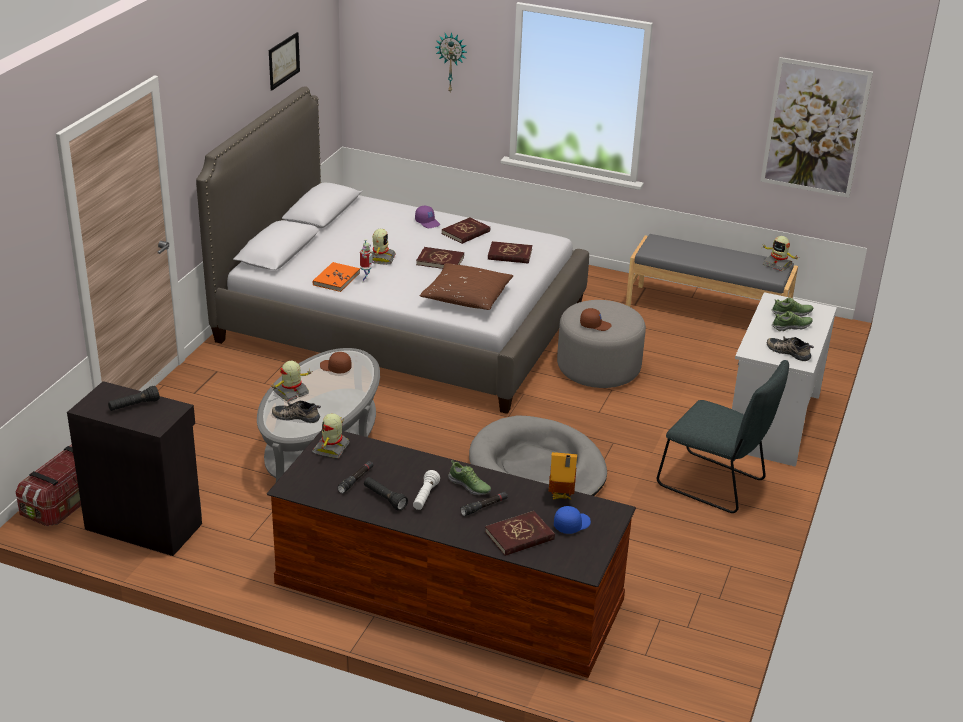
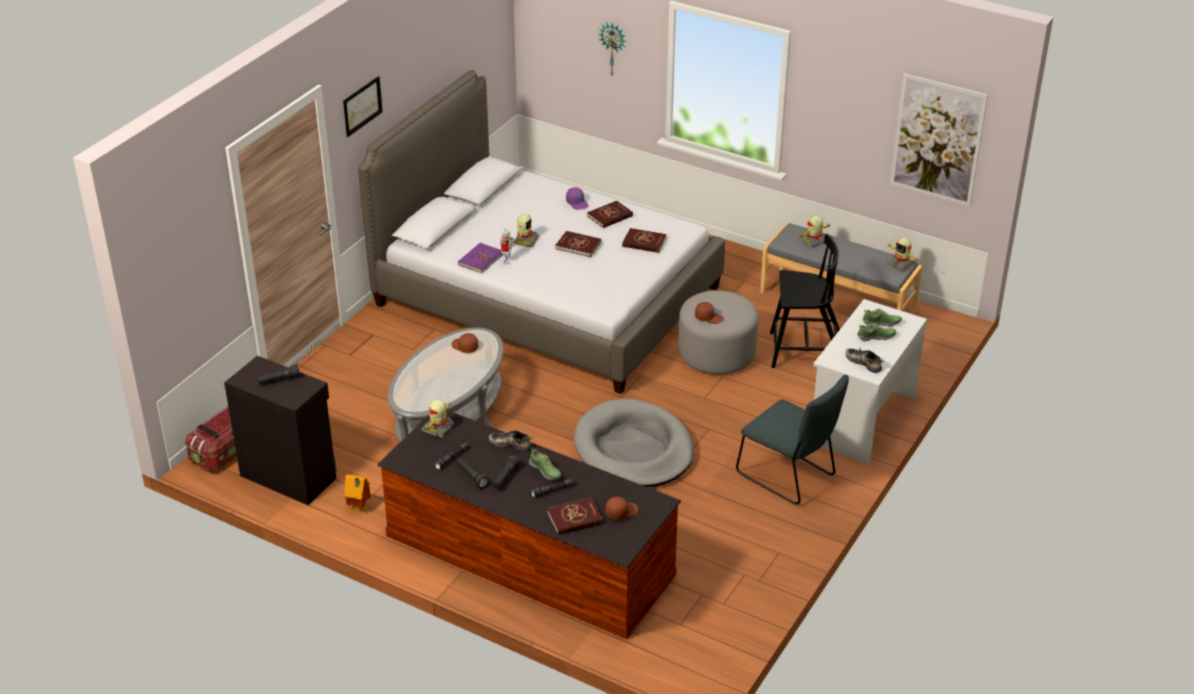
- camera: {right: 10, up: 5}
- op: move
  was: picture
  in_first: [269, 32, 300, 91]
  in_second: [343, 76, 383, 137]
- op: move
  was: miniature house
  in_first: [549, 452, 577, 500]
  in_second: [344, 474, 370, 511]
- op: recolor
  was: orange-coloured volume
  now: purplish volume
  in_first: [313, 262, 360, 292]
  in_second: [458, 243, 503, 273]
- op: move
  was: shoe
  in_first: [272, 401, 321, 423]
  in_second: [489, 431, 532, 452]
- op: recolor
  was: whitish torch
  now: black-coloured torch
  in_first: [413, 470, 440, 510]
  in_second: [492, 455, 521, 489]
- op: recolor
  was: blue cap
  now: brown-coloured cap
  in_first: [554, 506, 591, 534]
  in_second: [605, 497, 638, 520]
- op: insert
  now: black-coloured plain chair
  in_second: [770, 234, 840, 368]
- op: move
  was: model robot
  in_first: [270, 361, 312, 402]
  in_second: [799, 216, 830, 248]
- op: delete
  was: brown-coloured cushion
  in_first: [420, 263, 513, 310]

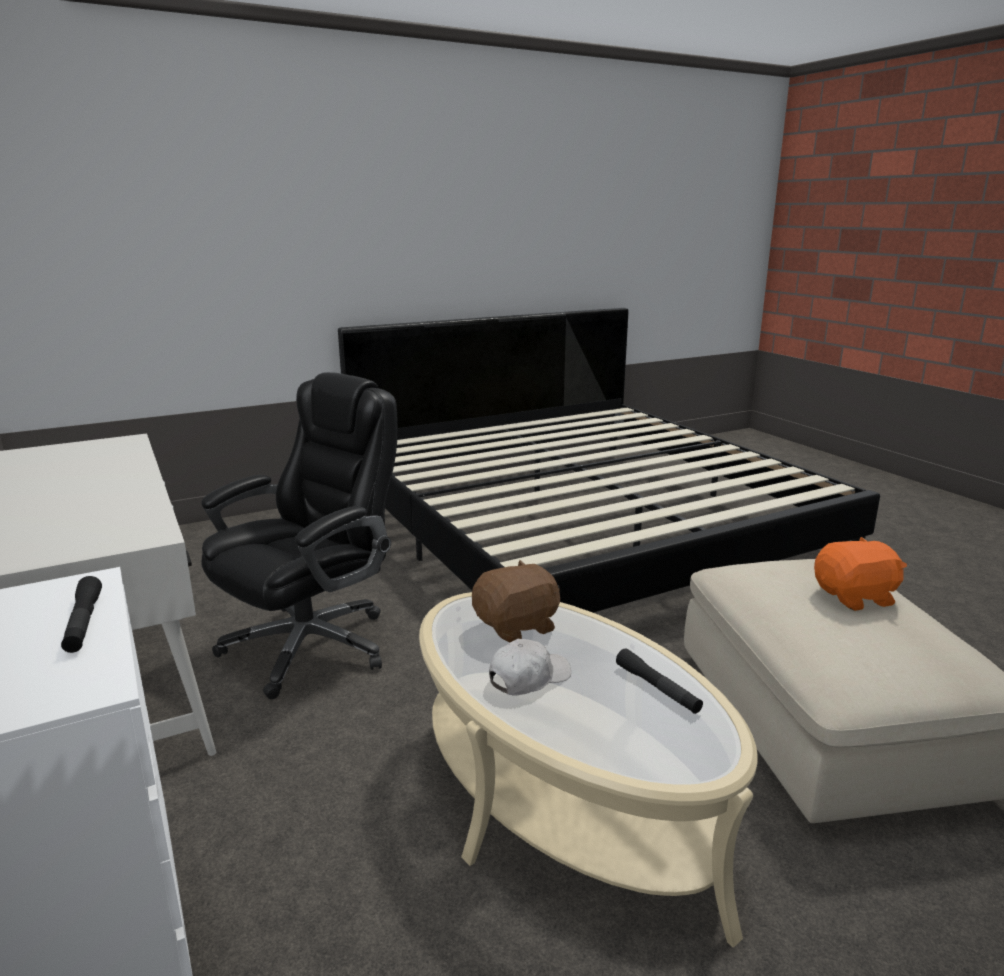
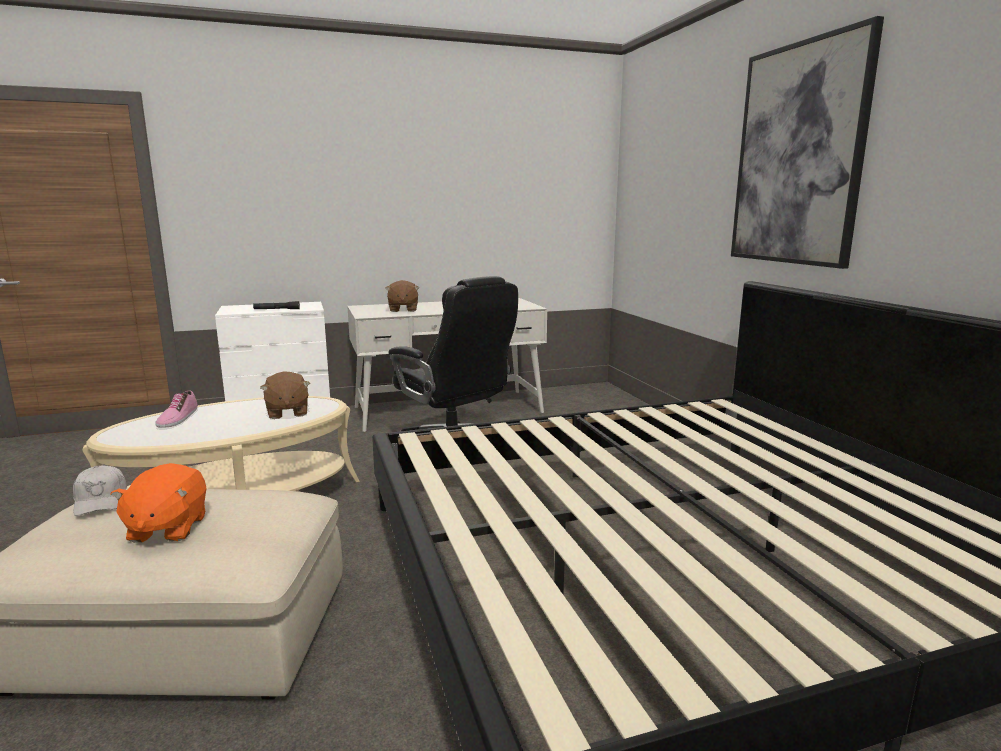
- camera: {right: 100, up: -5}
- op: move
  was: whitish cap
  in_first: [489, 639, 571, 696]
  in_second: [73, 465, 127, 516]
- op: insert
  now: shoe
  in_second: [156, 390, 198, 428]
- op: insert
  now: brown-coloured cuddly toy
  in_second: [385, 280, 419, 312]
- op: insert
  now: picture
  in_second: [731, 16, 884, 269]
- op: delete
  was: black-coloured torch
  in_first: [616, 648, 703, 714]

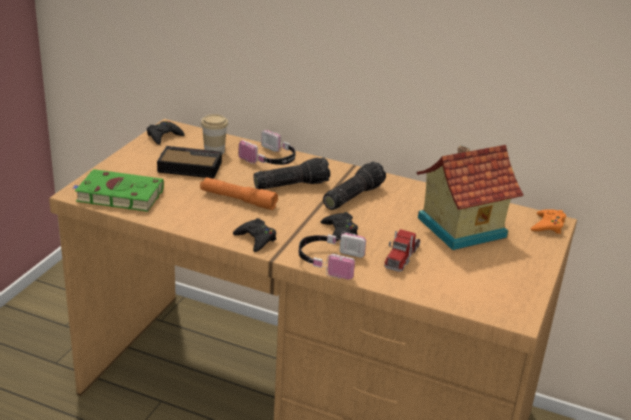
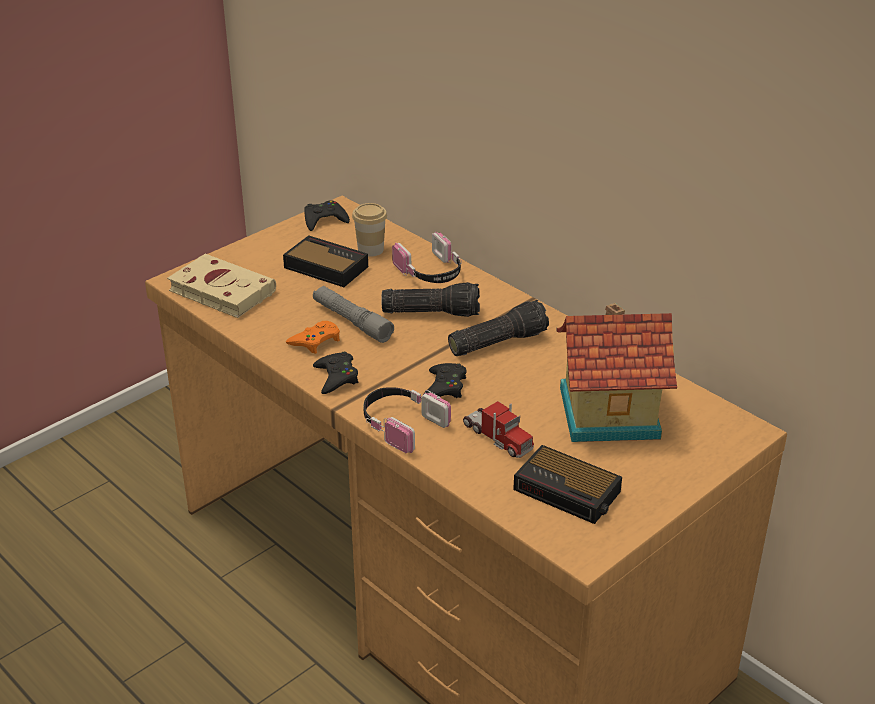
- camera: {right: 25, up: 5}
- op: recolor
  was: green volume
  now: sand-coloured volume
  in_first: [73, 169, 164, 212]
  in_second: [167, 254, 276, 318]
- op: move
  was: orange-coloured game controller
  in_first: [531, 209, 566, 234]
  in_second: [286, 321, 340, 354]
- op: recolor
  was: orange-coloured torch
  now: gray torch
  in_first: [200, 177, 278, 210]
  in_second: [313, 286, 394, 343]
- op: rotate
  was: toy truck
  in_first: [384, 229, 420, 272]
  in_second: [463, 401, 534, 458]
  clockwise: -90
- op: insert
  now: alarm clock
  in_second: [513, 445, 622, 524]

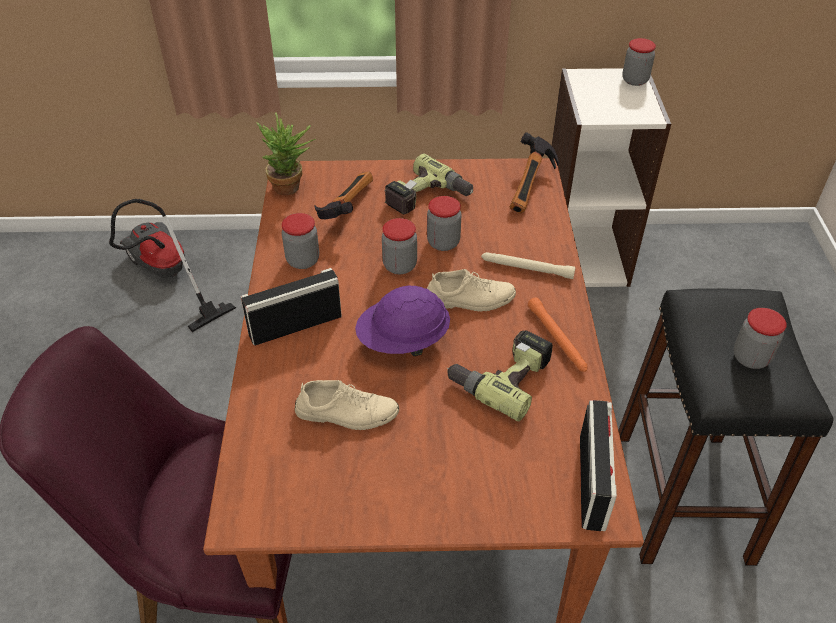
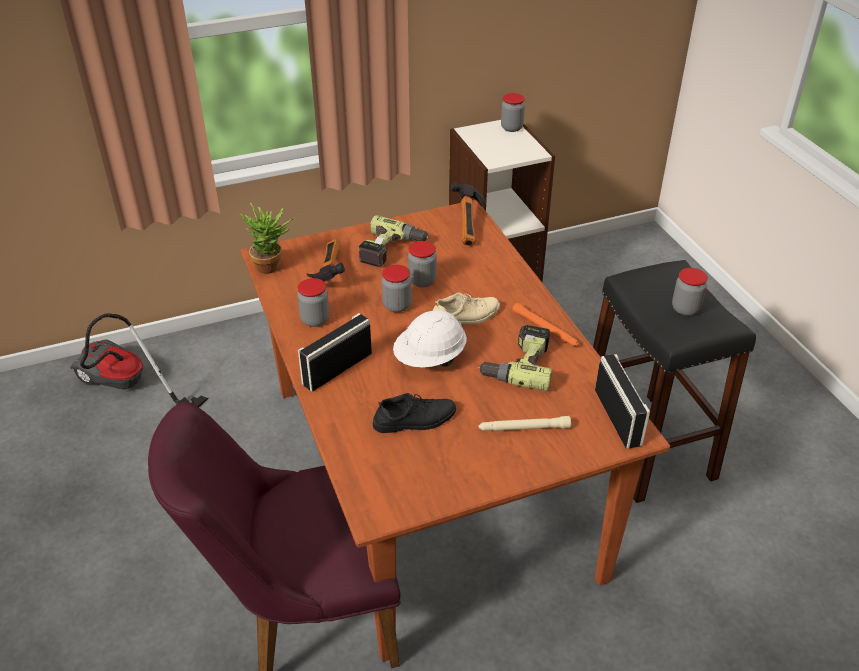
- camera: {right: -20, up: -5}
- op: recolor
  was: sand-coloured shoe
  now: black-coloured shoe
  in_first: [295, 380, 399, 430]
  in_second: [373, 393, 456, 433]
- op: recolor
  was: purplish safety helmet
  now: whitish safety helmet
  in_first: [355, 286, 450, 356]
  in_second: [393, 310, 467, 367]
- op: move
  was: sand-coloured torch
  in_first: [481, 252, 576, 279]
  in_second: [479, 416, 571, 431]

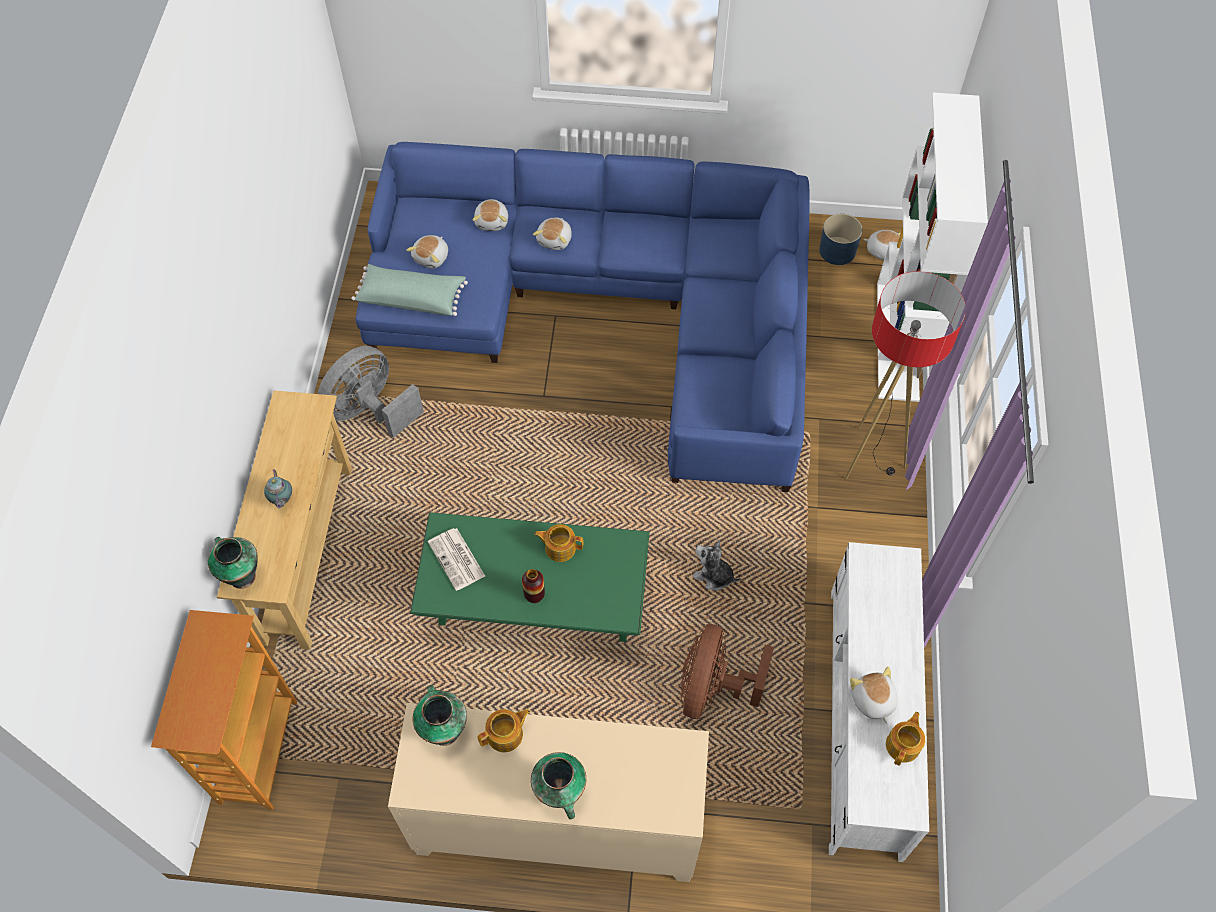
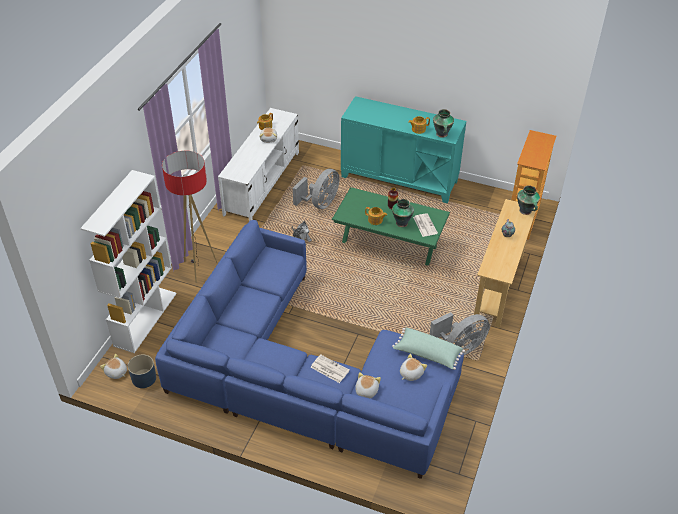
- camera: {right: -165, up: -15}
- op: recolor
  was: brown-coloured electric fan
  now: gray electric fan
  in_first: [681, 624, 774, 719]
  in_second: [293, 169, 340, 209]
- op: replace
  was: cuddly toy
  now: printed paper
  in_first: [533, 217, 572, 250]
  in_second: [311, 355, 350, 383]
- op: recolor
  was: sand-coloured cupboard
  now: blue-green cupboard
  in_first: [388, 703, 709, 882]
  in_second: [341, 96, 466, 203]
- op: move
  was: flower vase
  in_first: [531, 752, 586, 819]
  in_second: [392, 199, 414, 227]

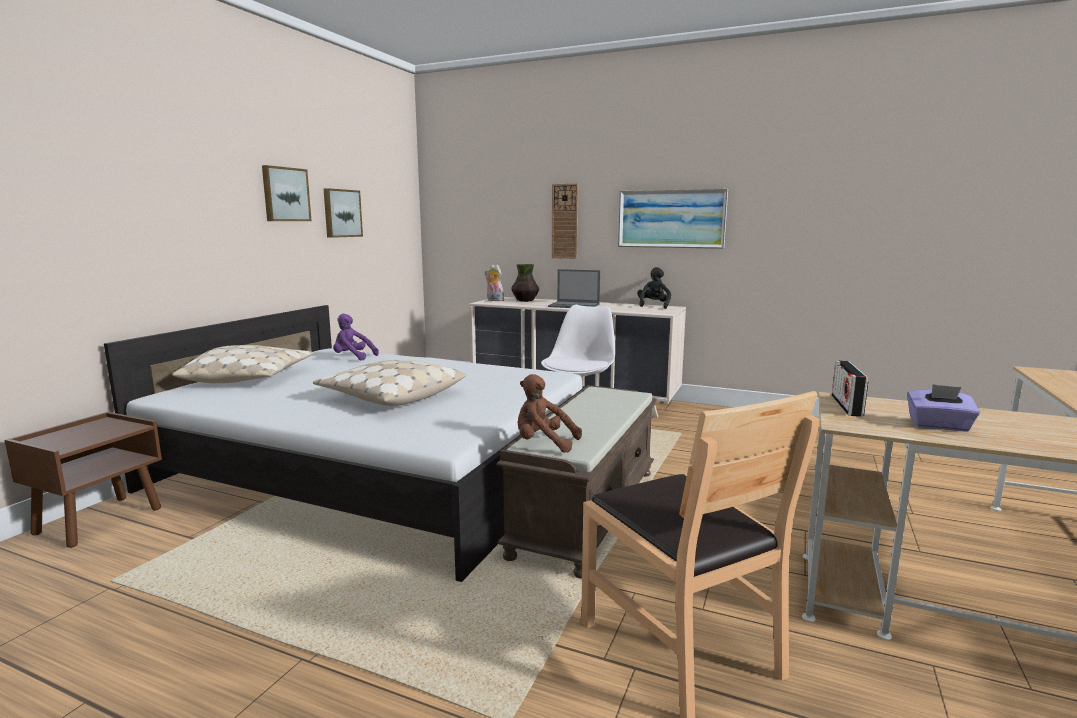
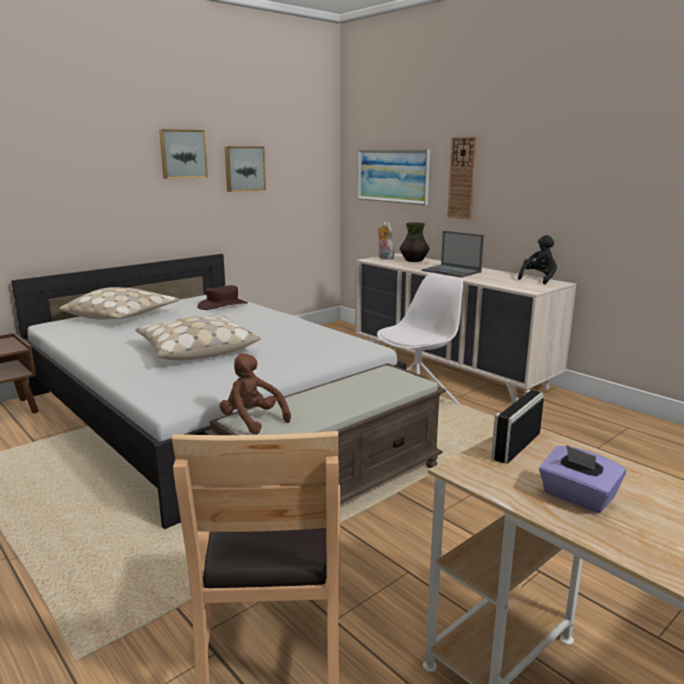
- camera: {right: 25, up: 5}
- op: replace
  was: purplish cuddly toy
  now: brown-coloured clothing hat
  in_first: [333, 314, 379, 360]
  in_second: [197, 285, 248, 310]
- op: move
  was: picture
  in_first: [618, 189, 728, 249]
  in_second: [357, 149, 430, 205]

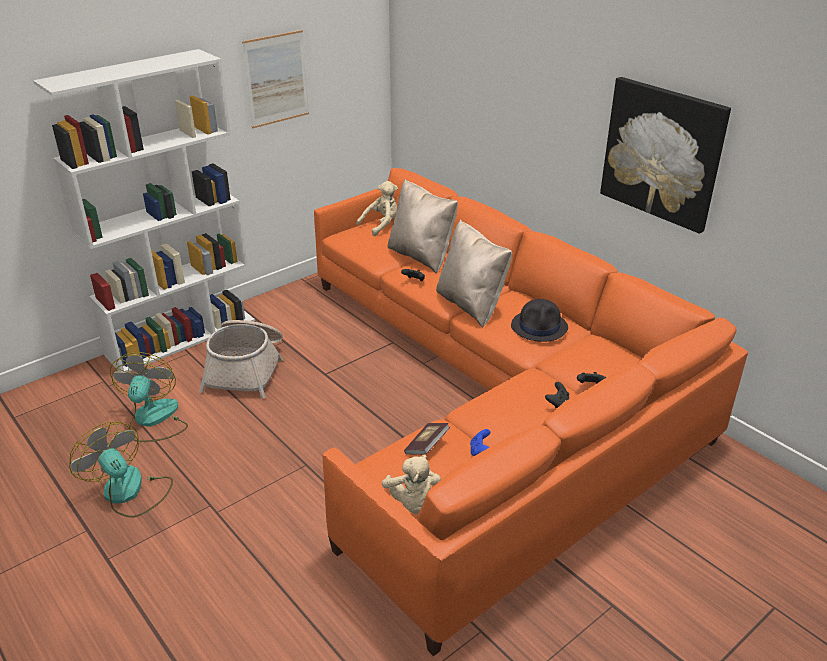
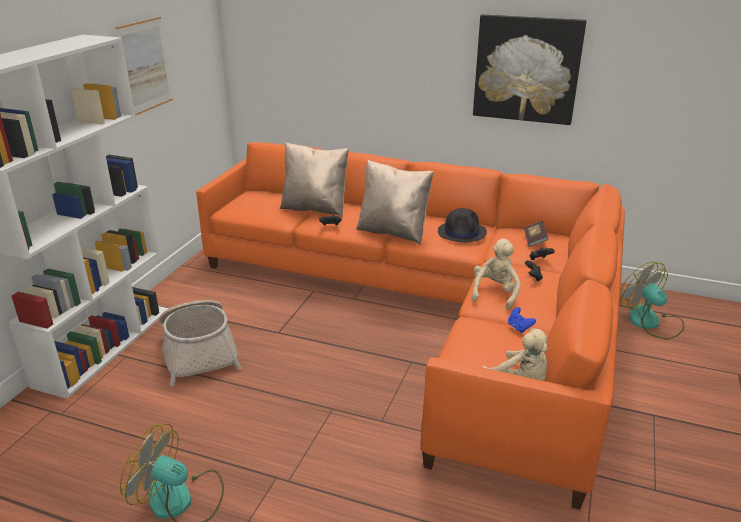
- camera: {right: -30, up: -5}
- op: move
  was: sand-coloured cuddly toy
  in_first: [357, 181, 398, 236]
  in_second: [471, 238, 521, 310]
- op: move
  was: volume
  in_first: [404, 423, 450, 455]
  in_second: [524, 221, 549, 247]
- op: move
  was: electric fan
  in_first: [110, 352, 188, 442]
  in_second: [620, 262, 684, 339]

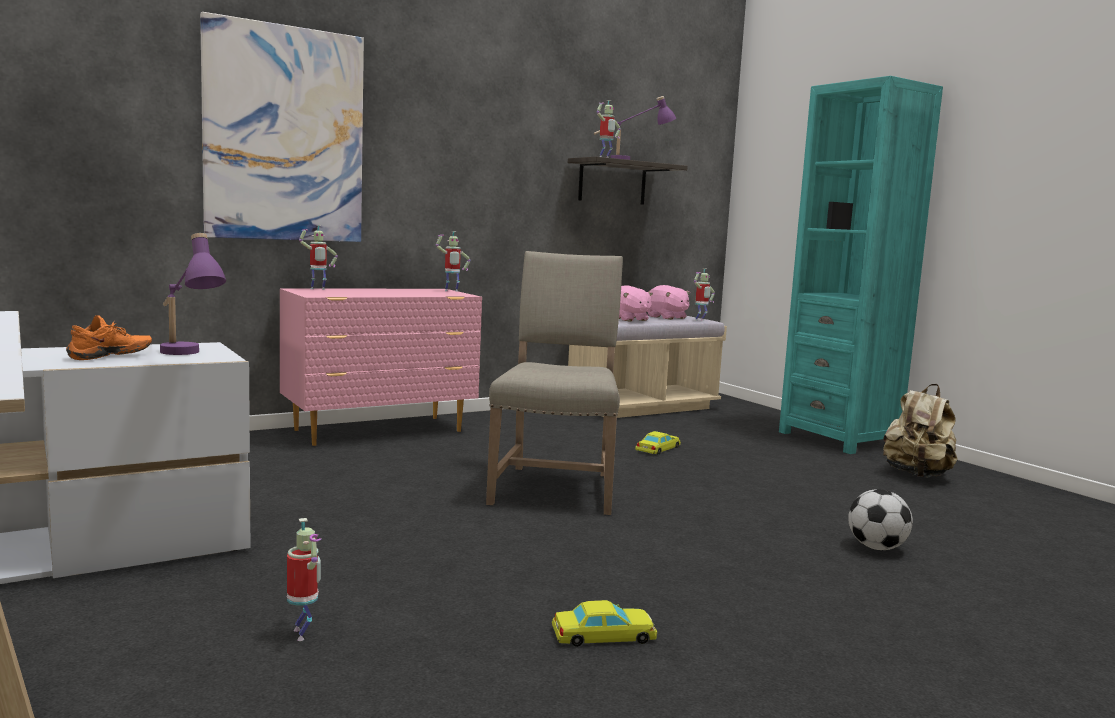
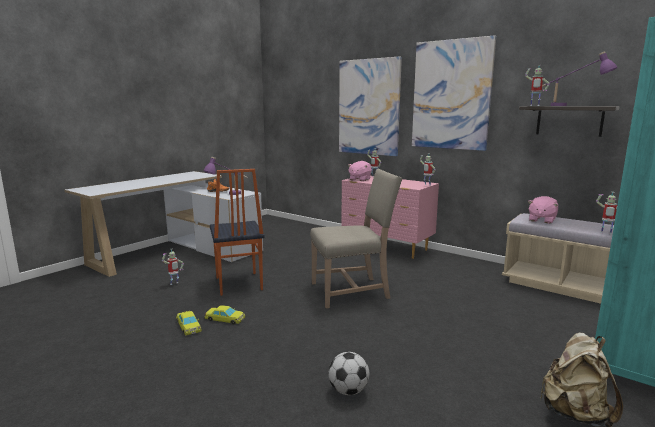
- camera: {right: 70, up: 5}
- op: move
  was: yellow toy car
  in_first: [635, 431, 681, 455]
  in_second: [204, 305, 245, 325]
- op: insert
  now: plain chair
  in_second: [210, 169, 265, 296]
- op: move
  was: pink-coloured cuddly toy
  in_first: [648, 285, 690, 320]
  in_second: [348, 161, 372, 181]
- op: insert
  now: picture
  in_second: [412, 35, 496, 151]

